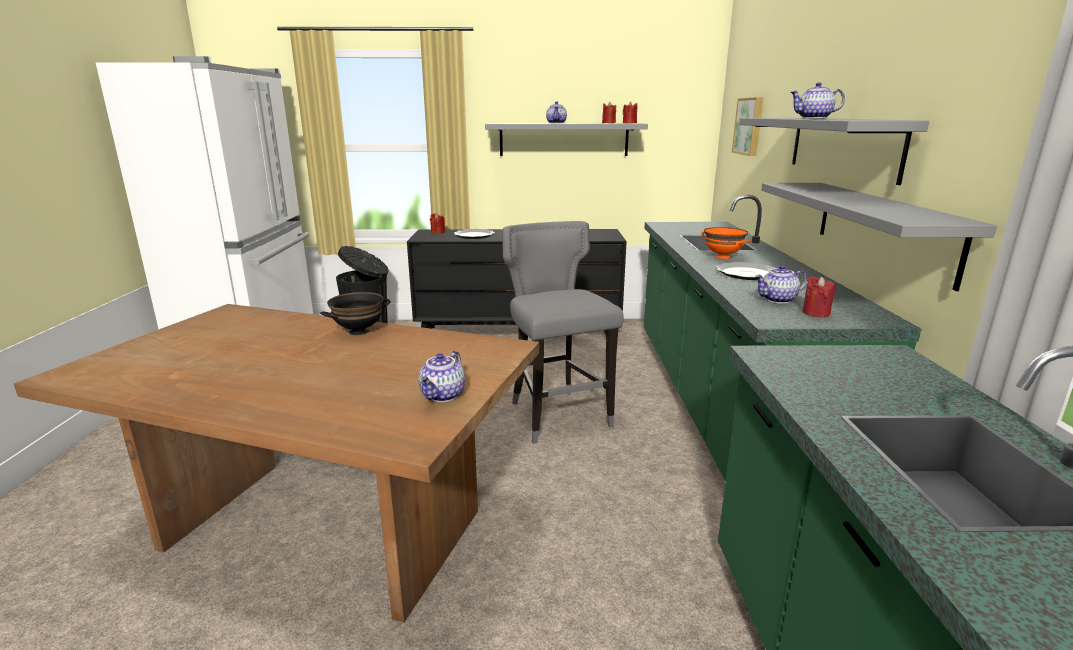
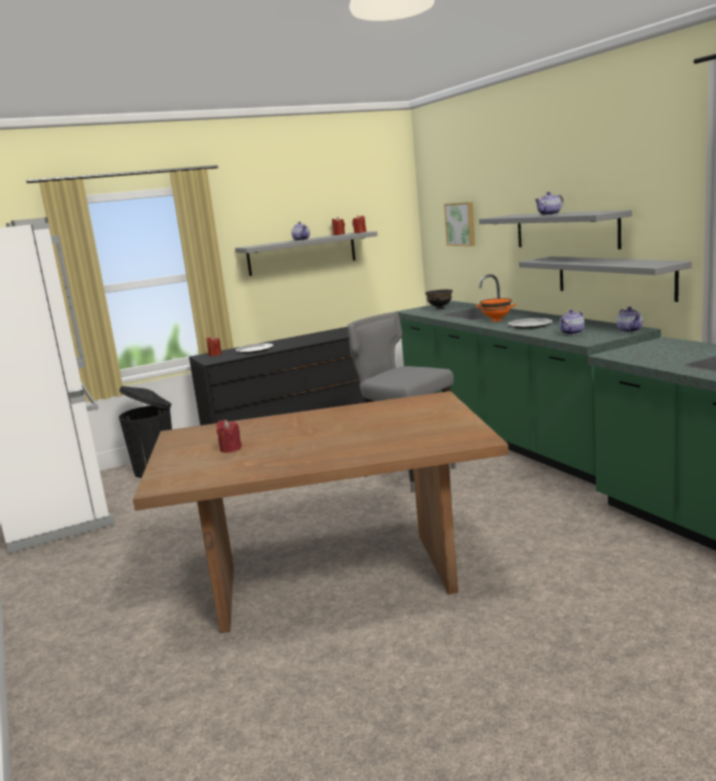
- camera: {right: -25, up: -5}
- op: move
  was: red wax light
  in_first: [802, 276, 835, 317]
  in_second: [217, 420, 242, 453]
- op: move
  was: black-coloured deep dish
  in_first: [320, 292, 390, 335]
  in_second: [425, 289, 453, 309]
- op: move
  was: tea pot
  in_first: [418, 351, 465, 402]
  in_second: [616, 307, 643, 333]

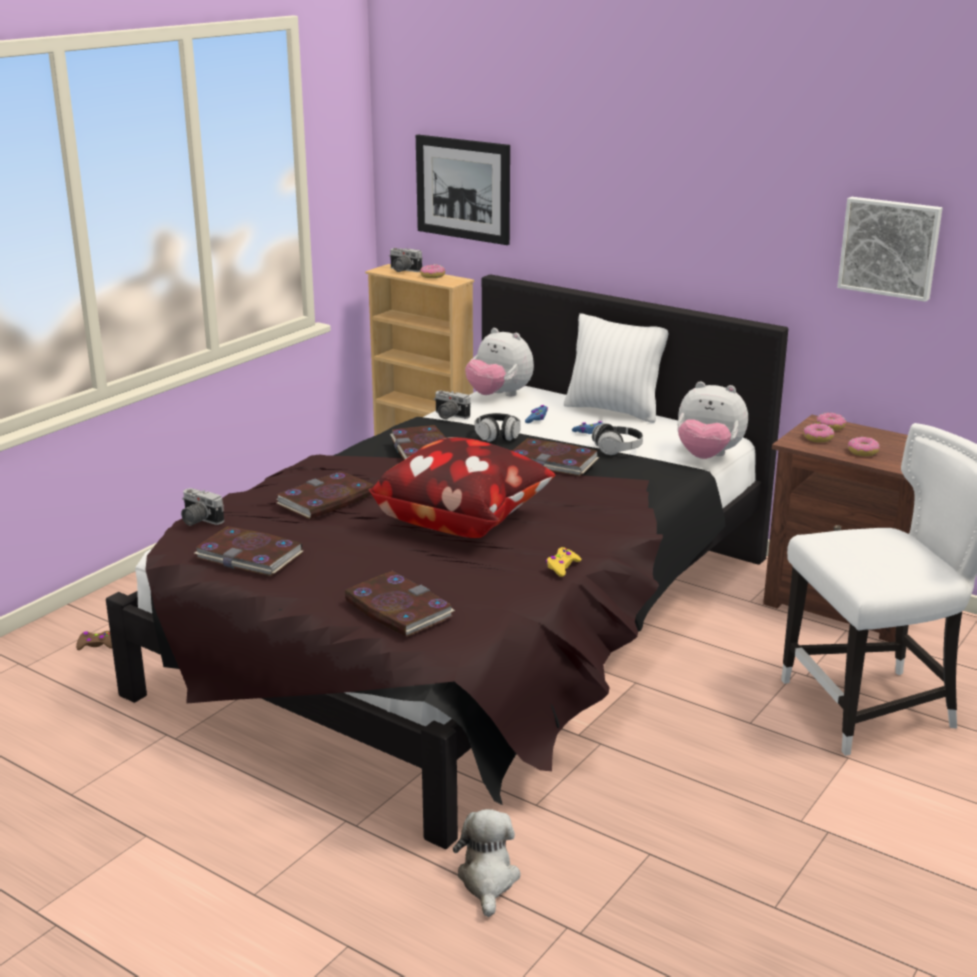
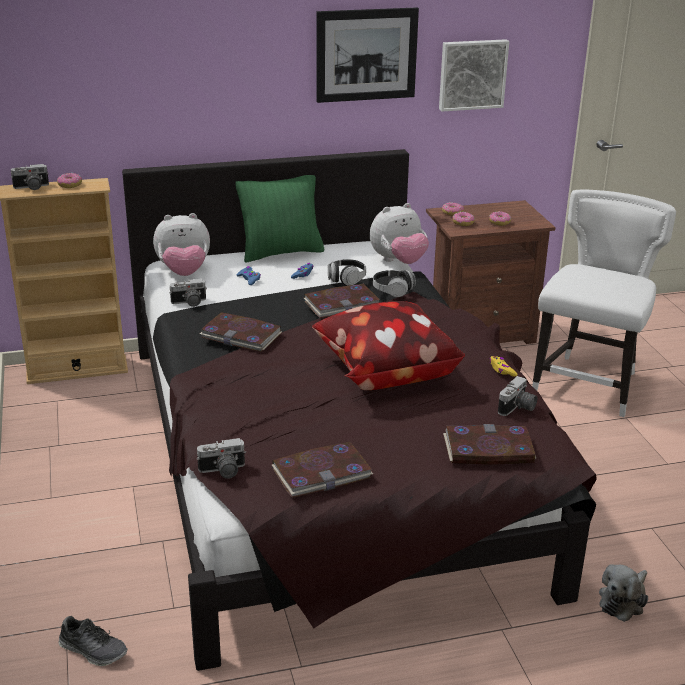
- camera: {right: -50, up: 5}
- op: replace
  was: brown-coloured game controller
  now: shoe
  in_first: [76, 631, 112, 650]
  in_second: [59, 616, 128, 666]
- op: recolor
  was: whitish cushion
  now: green cushion
  in_first: [564, 313, 668, 423]
  in_second: [235, 175, 324, 263]
- op: move
  was: picture
  in_first: [416, 135, 510, 245]
  in_second: [316, 7, 419, 103]
- op: move
  was: headset
  in_first: [475, 413, 520, 442]
  in_second: [373, 270, 416, 297]
- op: insert
  now: still camera
  in_second: [498, 376, 538, 416]
- op: rotate
  was: cuddly toy
  in_first: [453, 809, 520, 917]
  in_second: [599, 564, 648, 622]
  clockwise: -90
- op: delete
  was: volume
  in_first: [277, 472, 374, 519]

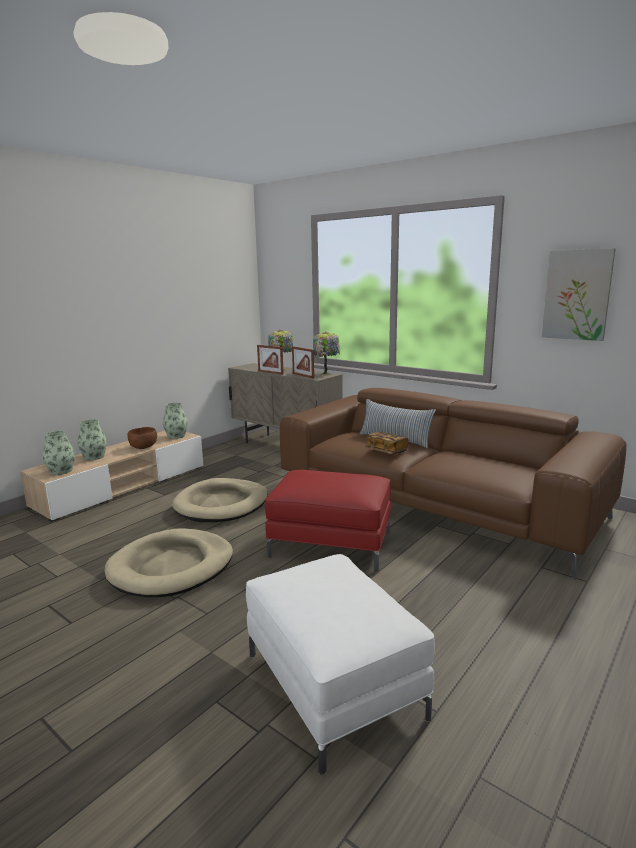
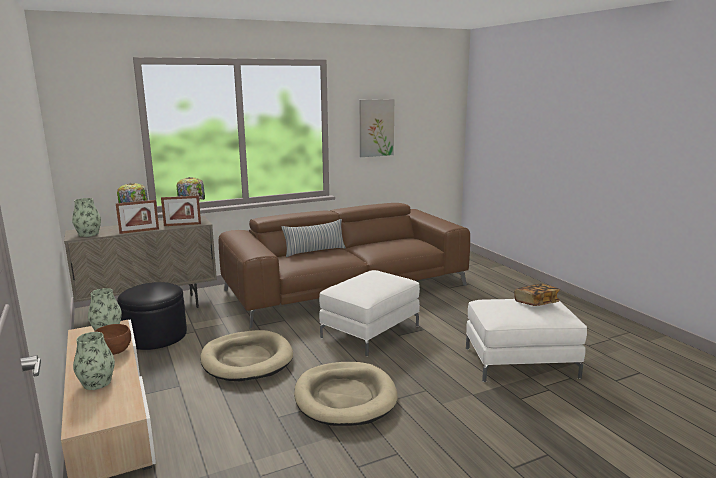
- camera: {right: -65, up: 0}
- op: move
  was: flower vase
  in_first: [43, 431, 75, 475]
  in_second: [72, 198, 101, 237]
- op: insert
  now: black-coloured pouffe
  in_second: [117, 282, 187, 350]
- op: recolor
  was: red pouffe
  now: whitish pouffe
  in_first: [265, 470, 391, 571]
  in_second: [319, 270, 420, 356]
- op: move
  was: volume
  in_first: [365, 432, 409, 454]
  in_second: [514, 284, 560, 306]

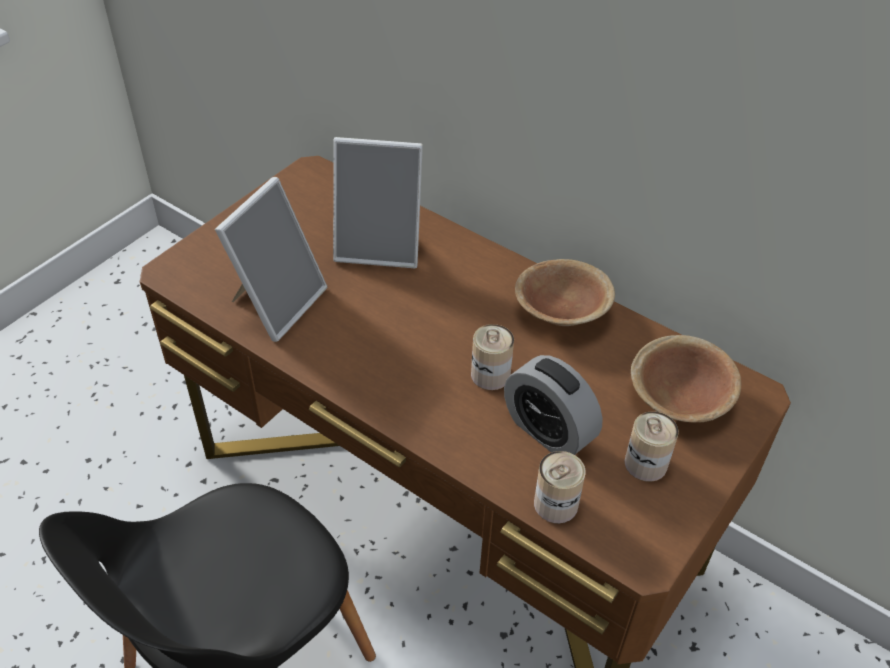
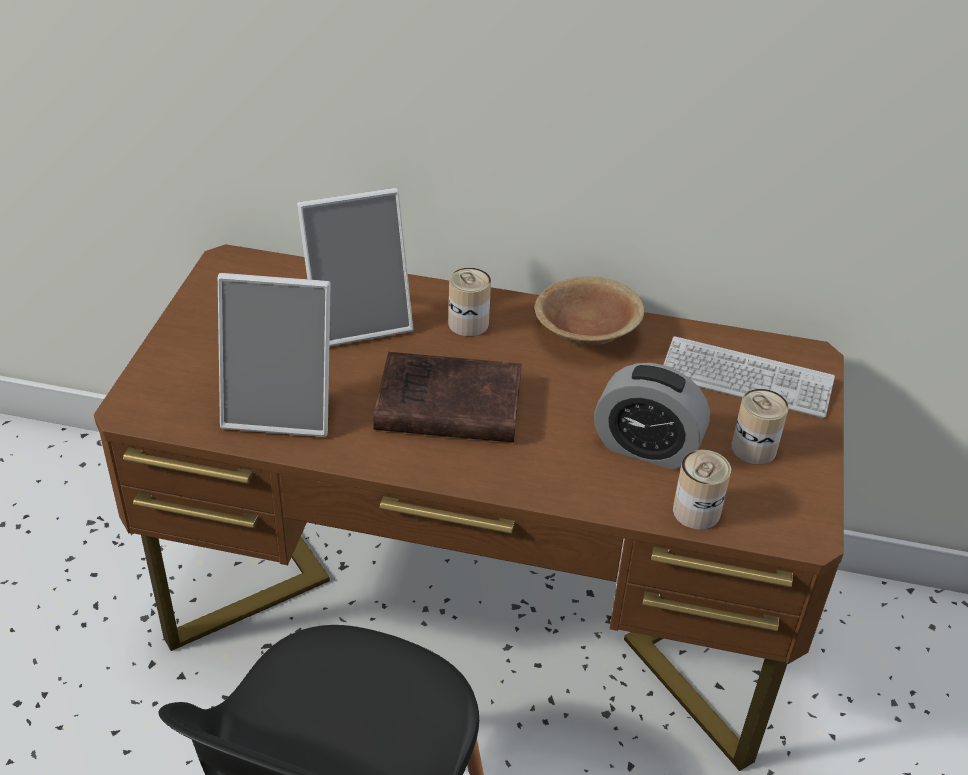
- camera: {right: -25, up: -5}
- op: rotate
  was: standing frame
  in_first: [215, 177, 327, 342]
  in_second: [218, 273, 331, 437]
  clockwise: 90
- op: insert
  now: brown-coloured volume
  in_second: [373, 352, 522, 443]
- op: move
  was: sealed can
  in_first: [471, 324, 514, 390]
  in_second: [448, 268, 491, 336]
- op: replace
  was: brown-coloured deep dish
  now: PC keyboard
  in_first: [631, 335, 741, 422]
  in_second: [663, 336, 835, 418]

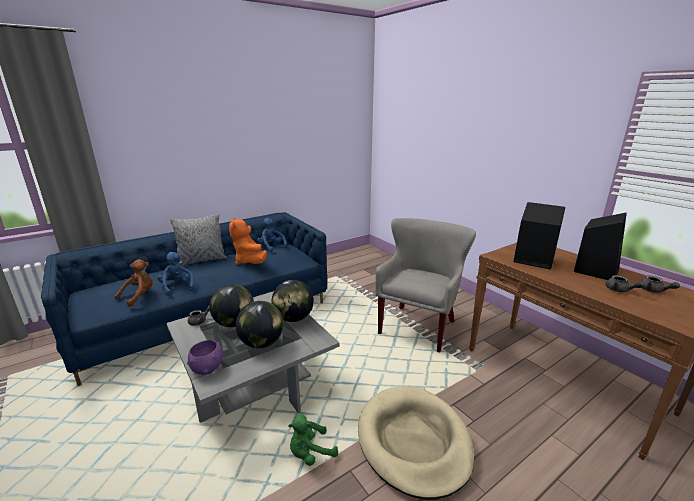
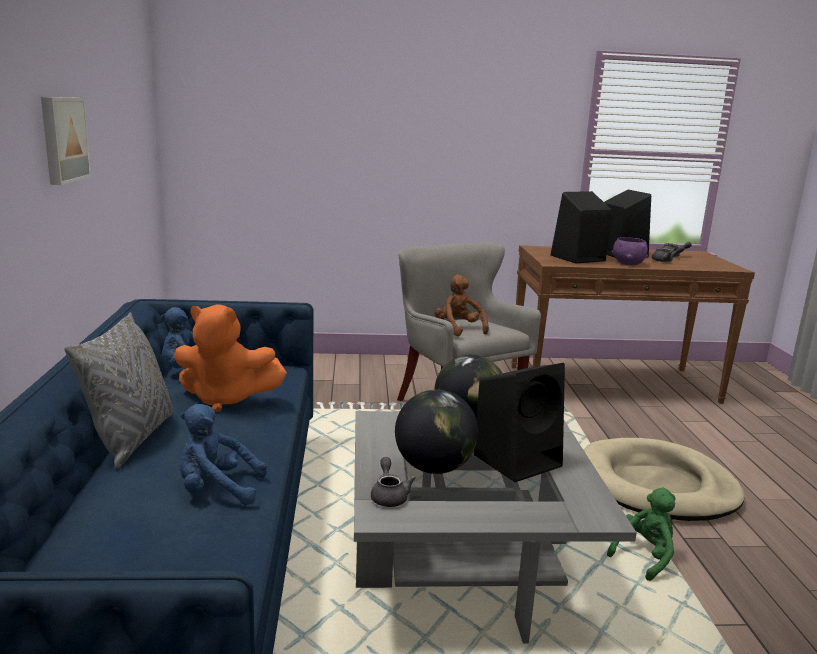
- camera: {right: -60, up: -5}
- op: insert
  now: picture
  in_second: [41, 97, 92, 185]
- op: move
  was: brown-coloured cuddly toy
  in_first: [115, 259, 153, 307]
  in_second: [435, 275, 489, 336]
- op: replace
  was: desk globe
  now: black-coloured loudspeaker
  in_first: [236, 301, 283, 348]
  in_second: [474, 363, 565, 482]
- op: rotate
  was: green cuddly toy
  in_first: [288, 414, 338, 466]
  in_second: [607, 488, 676, 581]
  clockwise: -135
- op: move
  was: purplish deep dish
  in_first: [187, 340, 225, 375]
  in_second: [611, 237, 648, 265]

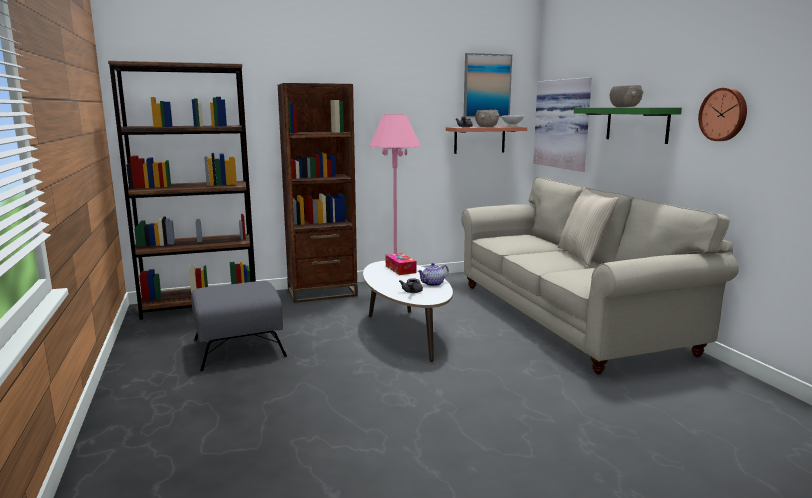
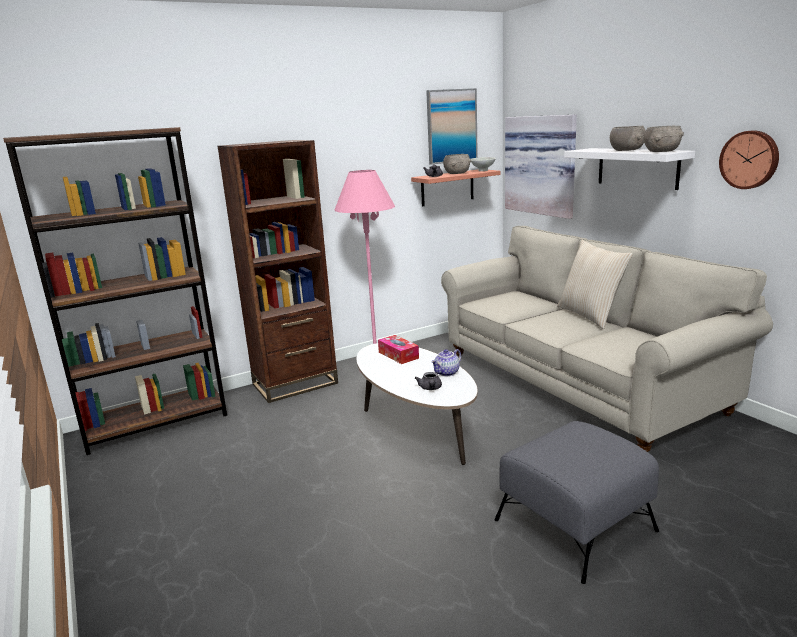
- camera: {right: -10, up: 5}
- op: move
  was: gray pouffe
  in_first: [191, 281, 287, 371]
  in_second: [495, 421, 659, 584]
- op: recolor
  was: green bracket shelf
  now: whitish bracket shelf
  in_first: [574, 108, 682, 144]
  in_second: [564, 148, 695, 190]
- op: insert
  now: gray deep dish
  in_second: [644, 126, 684, 152]

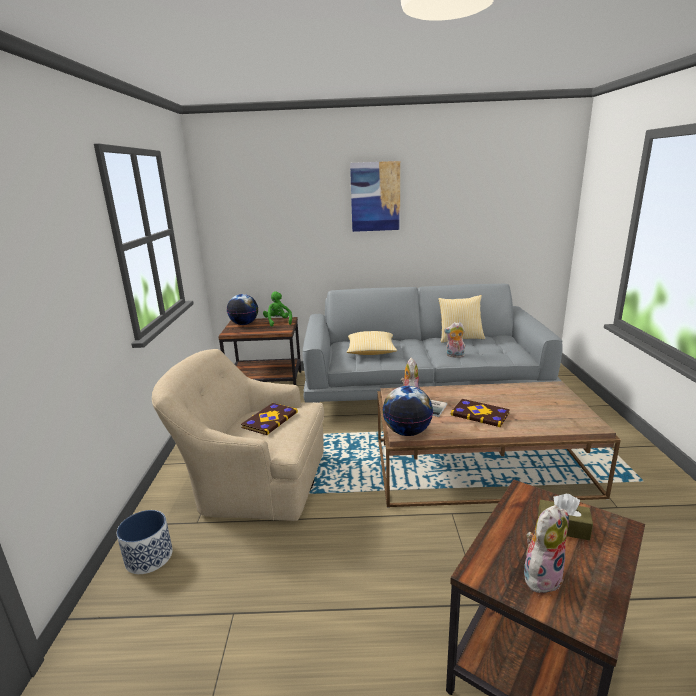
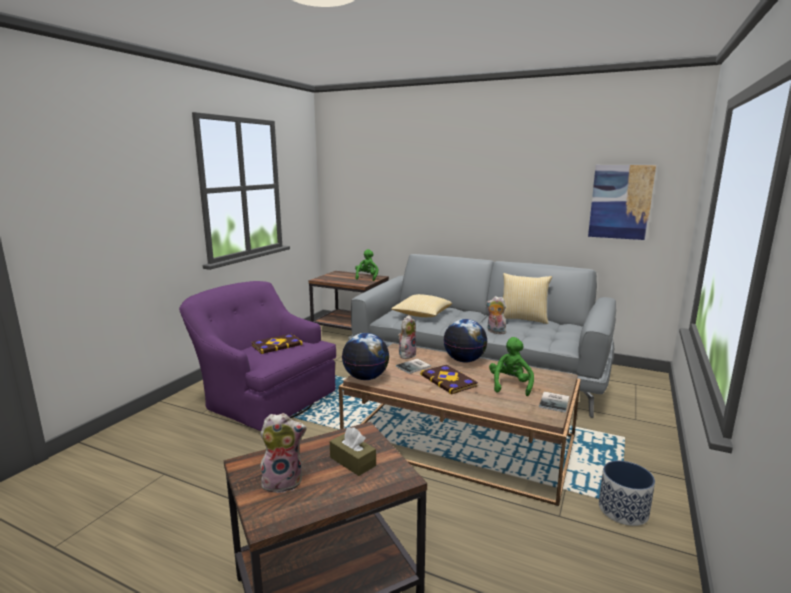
- camera: {right: 25, up: -5}
- op: recolor
  was: sand-coloured armchair
  now: purplish armchair
  in_first: [152, 349, 324, 521]
  in_second: [179, 281, 336, 431]
- op: move
  was: desk globe
  in_first: [227, 294, 258, 325]
  in_second: [443, 319, 487, 363]
- op: insert
  now: green cuddly toy
  in_second: [489, 337, 534, 396]
- op: insert
  now: volume
  in_second: [539, 392, 569, 413]
- op: move
  was: picture
  in_first: [350, 161, 400, 232]
  in_second: [588, 165, 656, 240]
- op: move
  was: planter
  in_first: [117, 510, 173, 574]
  in_second: [599, 461, 655, 526]

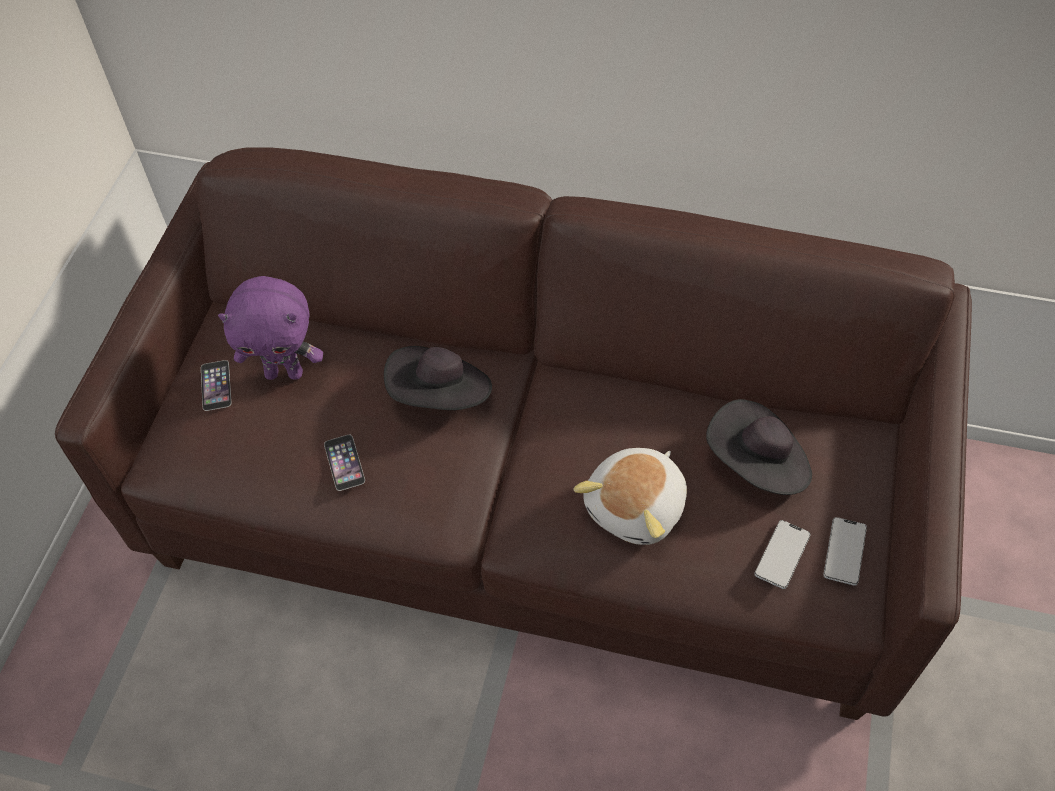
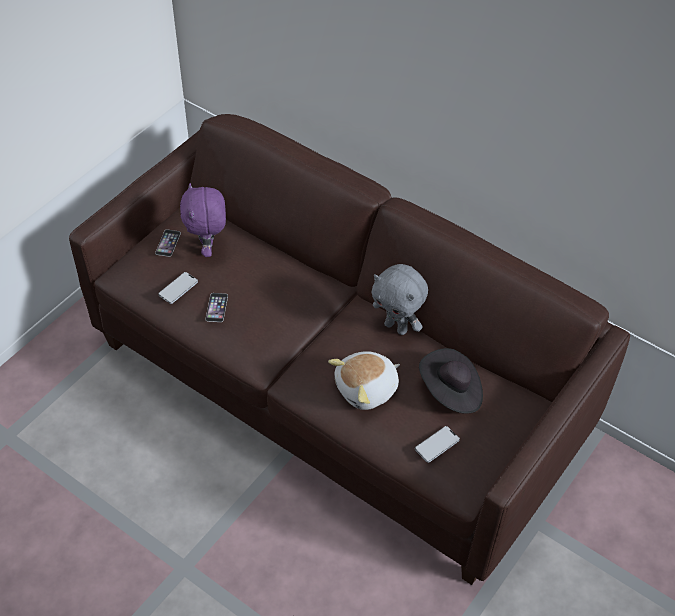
- camera: {right: 20, up: -5}
- op: move
  was: phone
  in_first: [823, 517, 867, 586]
  in_second: [158, 272, 198, 304]
- op: rotate
  was: purplish cuddly toy
  in_first: [218, 276, 323, 380]
  in_second: [180, 183, 226, 257]
  clockwise: 60
- op: insert
  now: gray cuddly toy
  in_second: [371, 264, 428, 335]
- op: delete
  was: black-coloured clothing hat
  in_first: [384, 346, 492, 410]

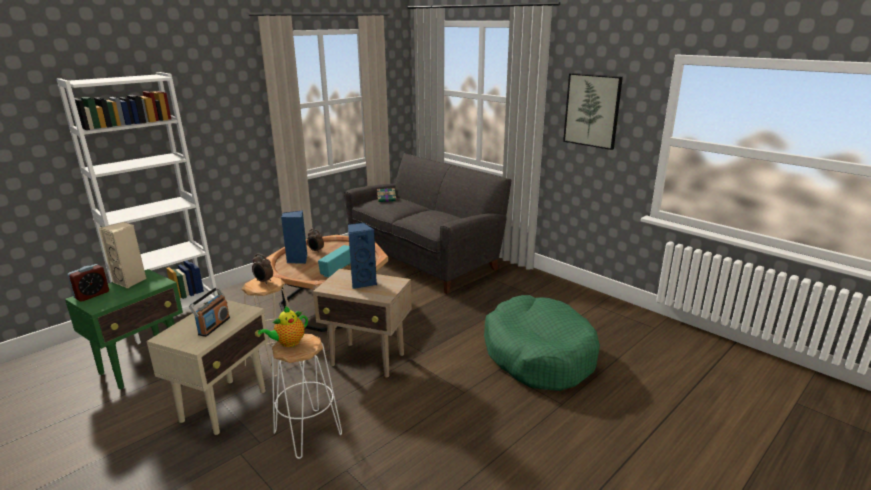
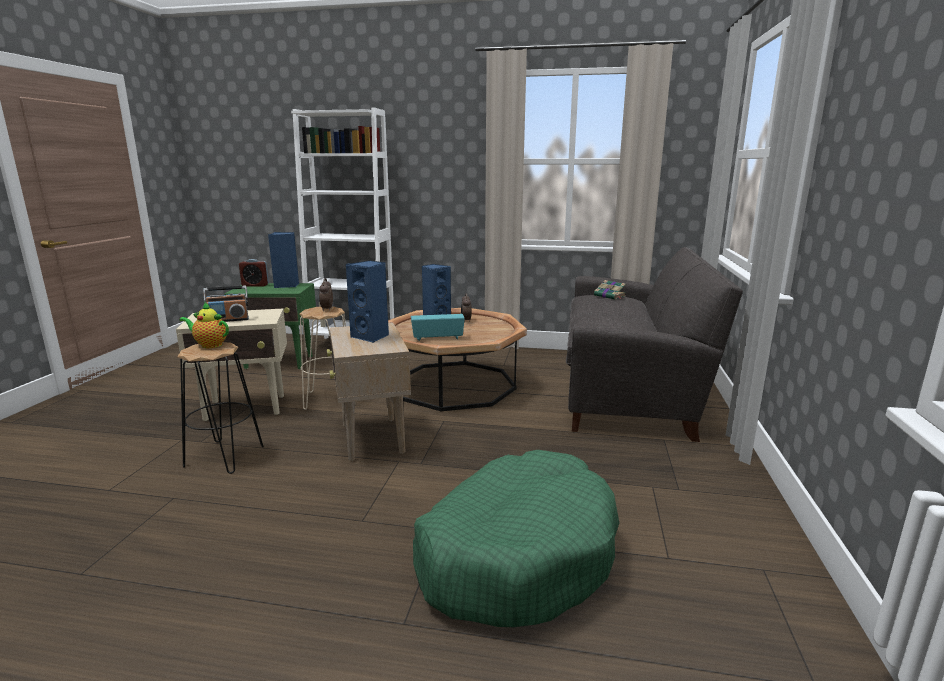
- camera: {right: 55, up: -5}
- op: recolor
  was: whitish stool seat
  now: black-coloured stool seat
  in_first: [272, 334, 342, 459]
  in_second: [177, 342, 264, 474]
- op: recolor
  was: sand-coloured loudspeaker
  now: blue loudspeaker
  in_first: [99, 222, 146, 288]
  in_second: [268, 232, 299, 288]
- op: delete
  was: picture
  in_first: [563, 73, 623, 150]

